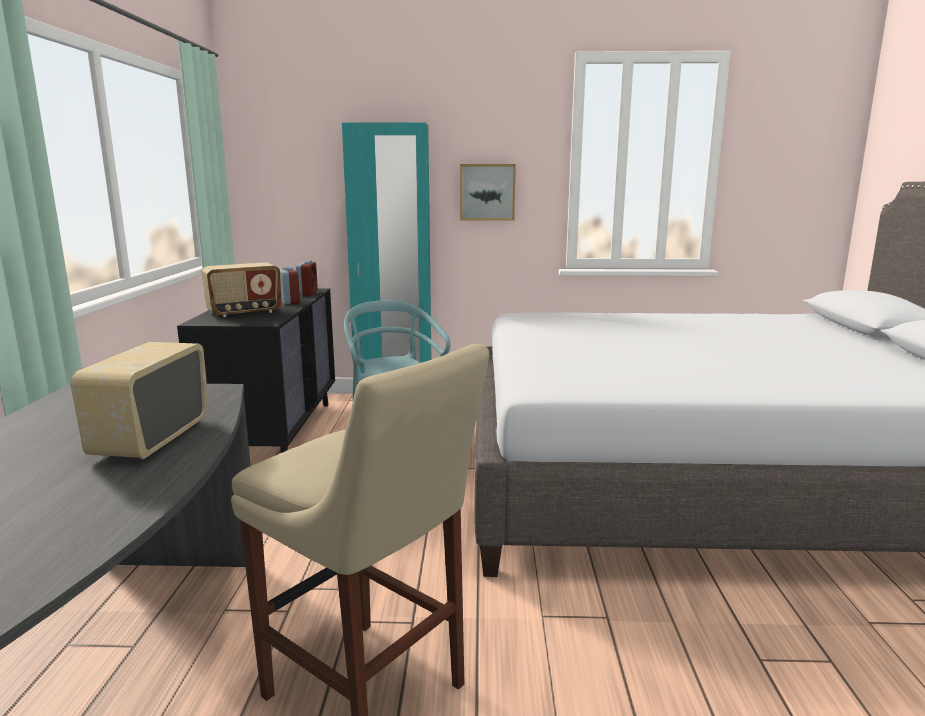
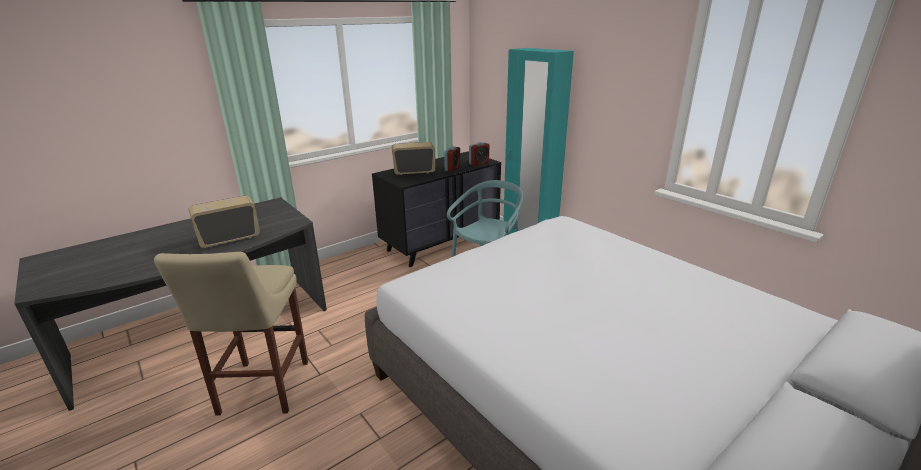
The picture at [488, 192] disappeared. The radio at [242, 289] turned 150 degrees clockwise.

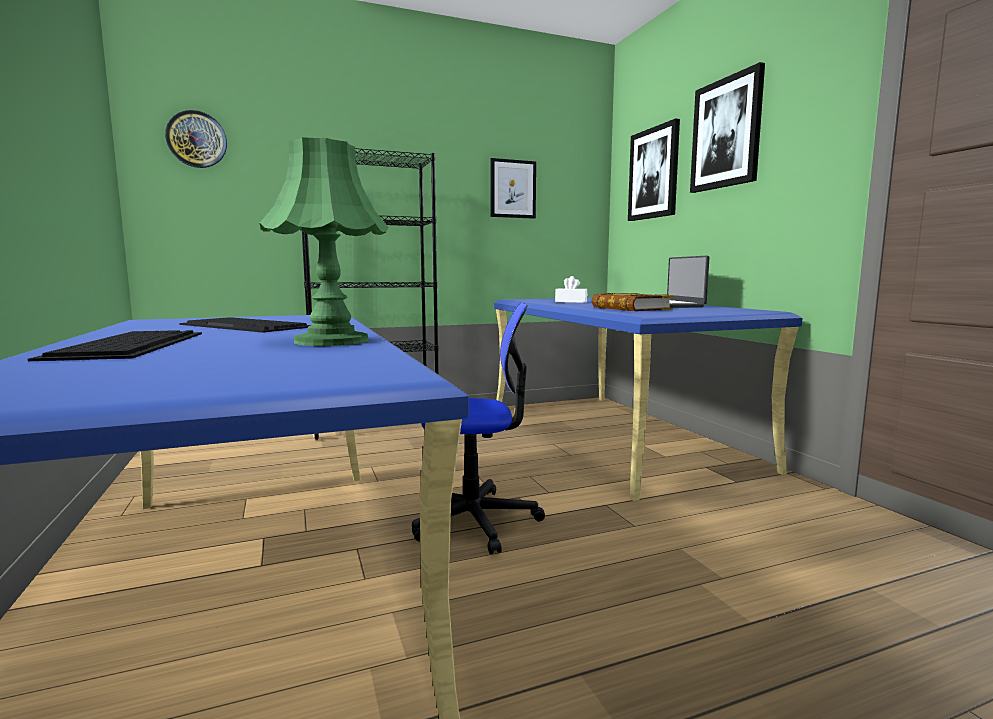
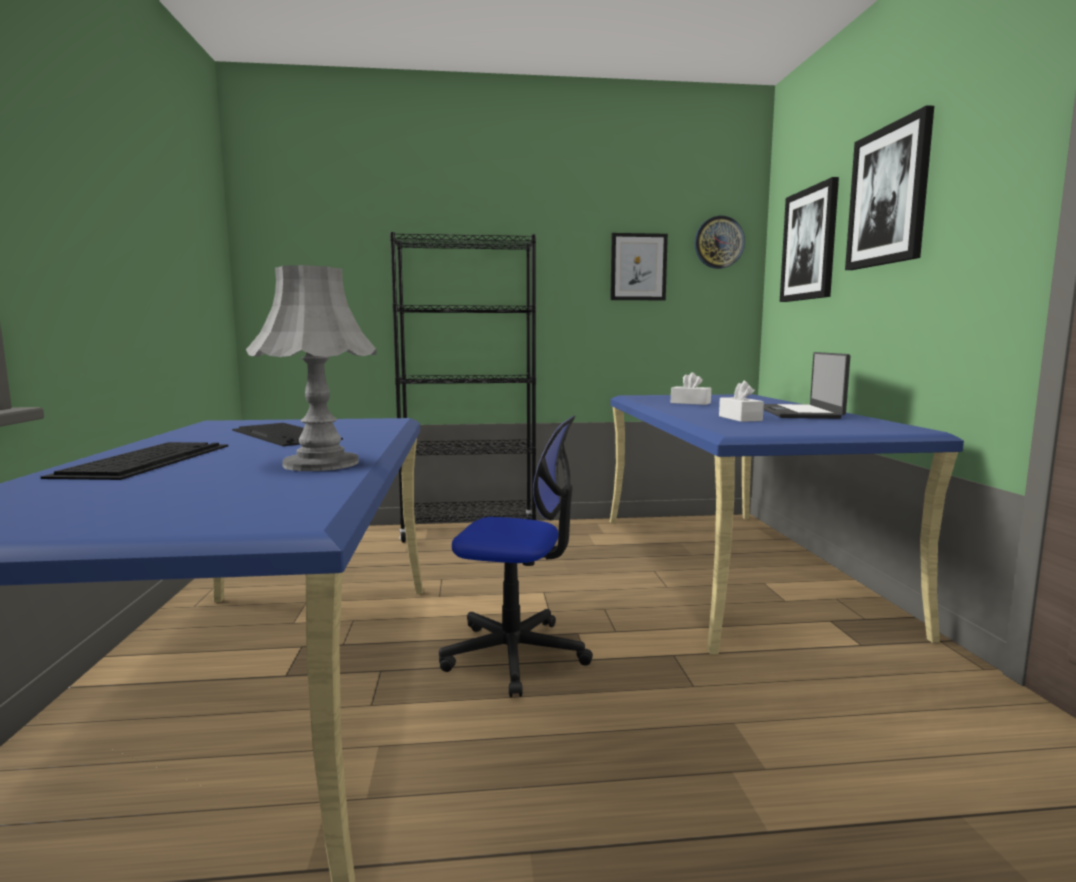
The wall clock moved from [196, 139] to [720, 242]. The book at [633, 302] was replaced by the tissue box (white) at [741, 401]. The table lamp (green) at [324, 241] became the table lamp (grey) at [311, 368].

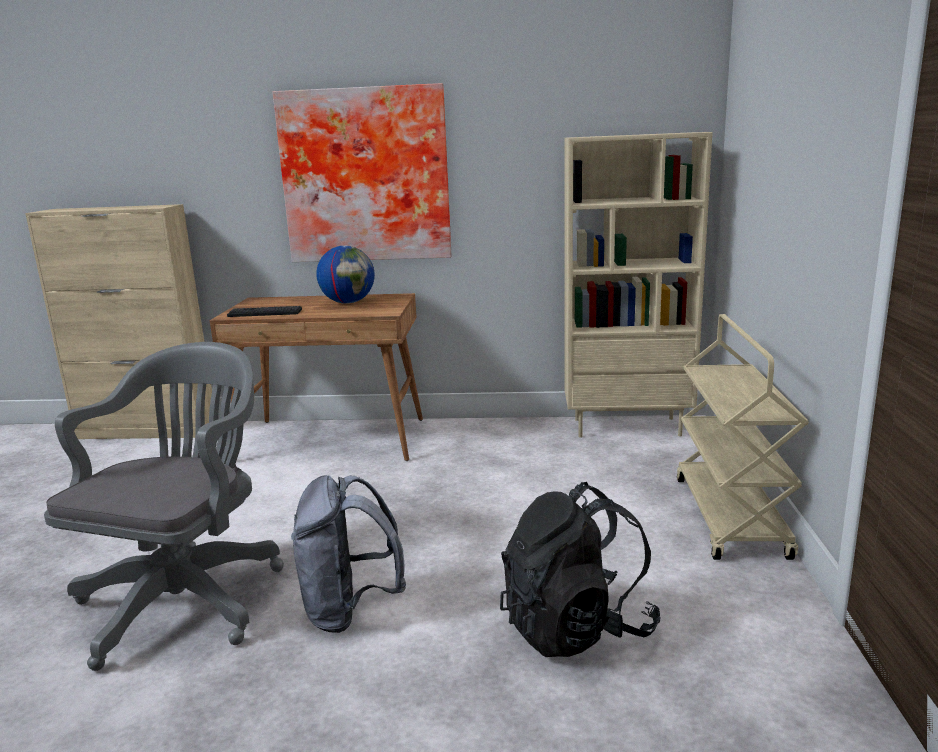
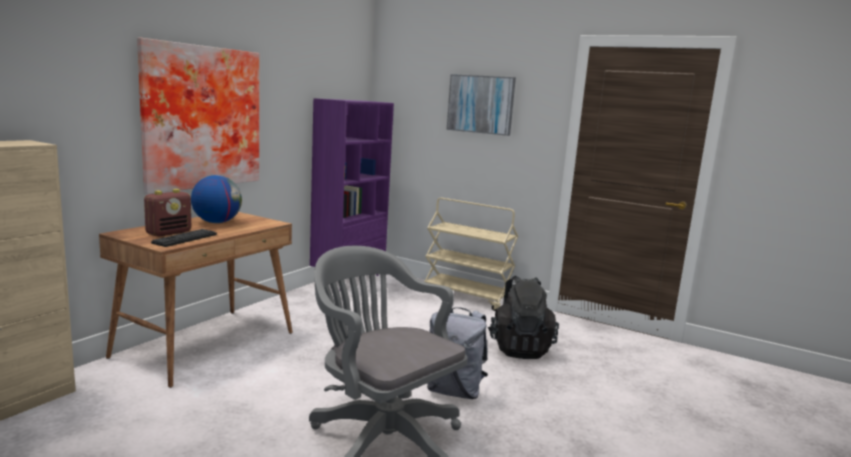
The radio at [167, 213] appeared. The picture at [481, 105] appeared. The bookcase (beige) at [638, 285] became the bookcase (purple) at [352, 194].

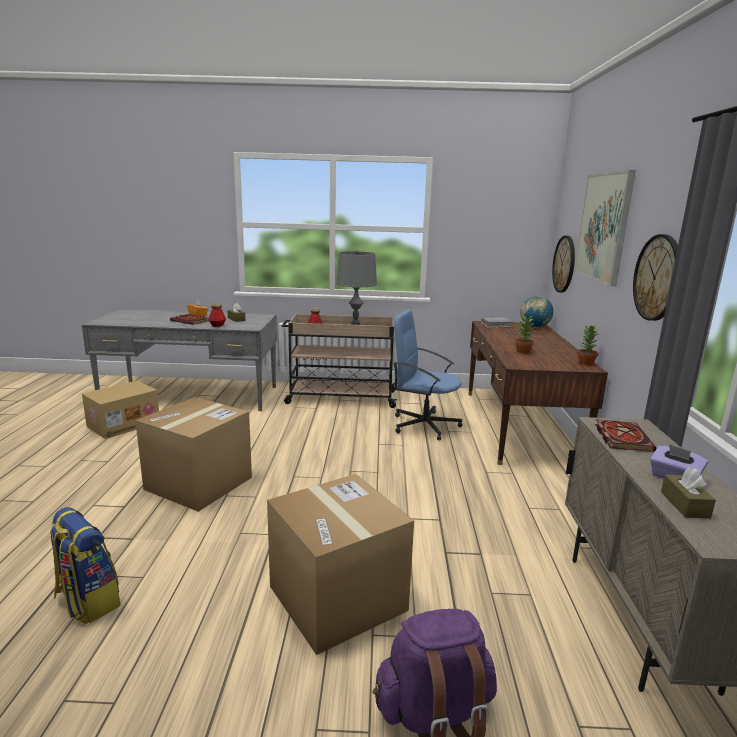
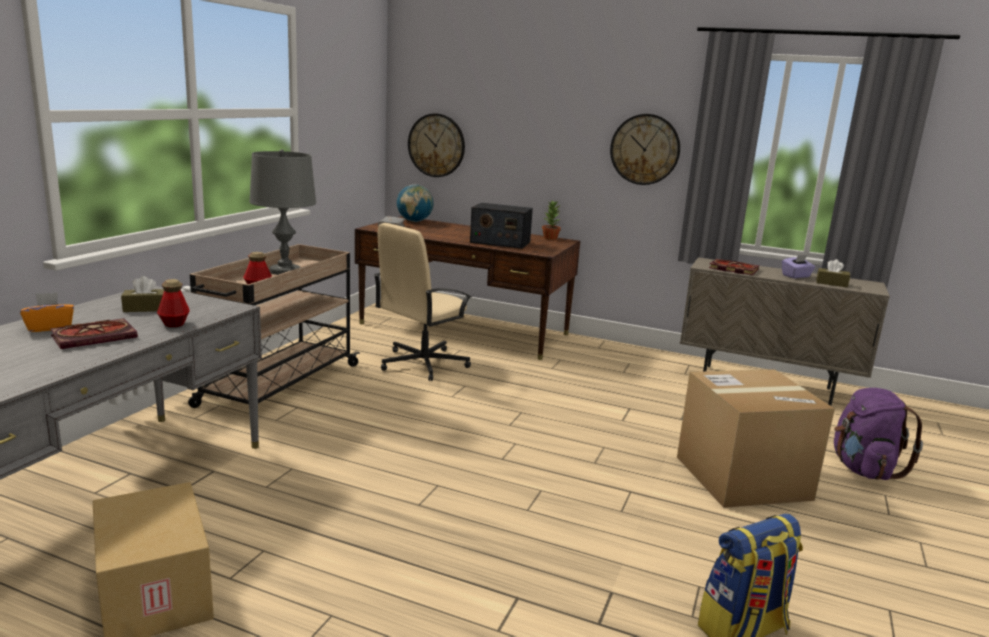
The cardboard box at [193, 454] disappeared. The picture at [605, 228] disappeared. The potted plant at [524, 334] was replaced by the radio at [501, 226]. The office chair (blue) at [427, 374] became the office chair (beige) at [423, 302].

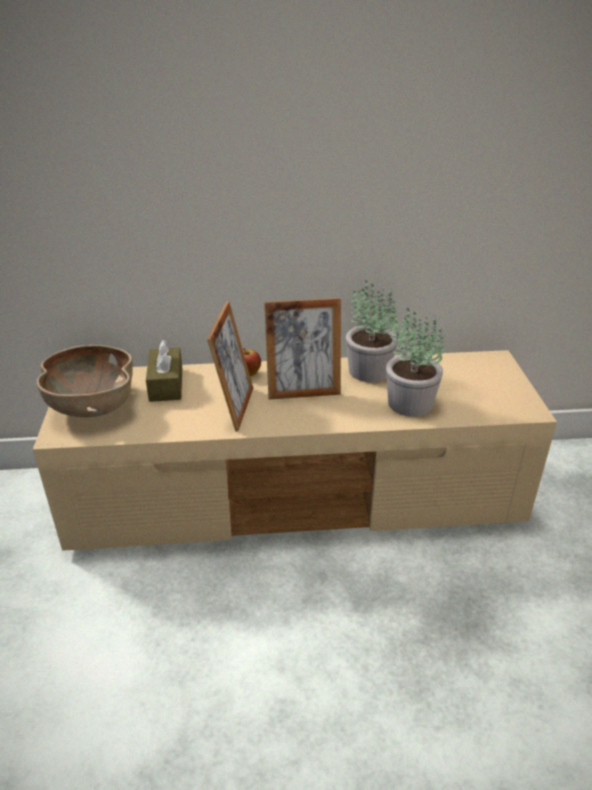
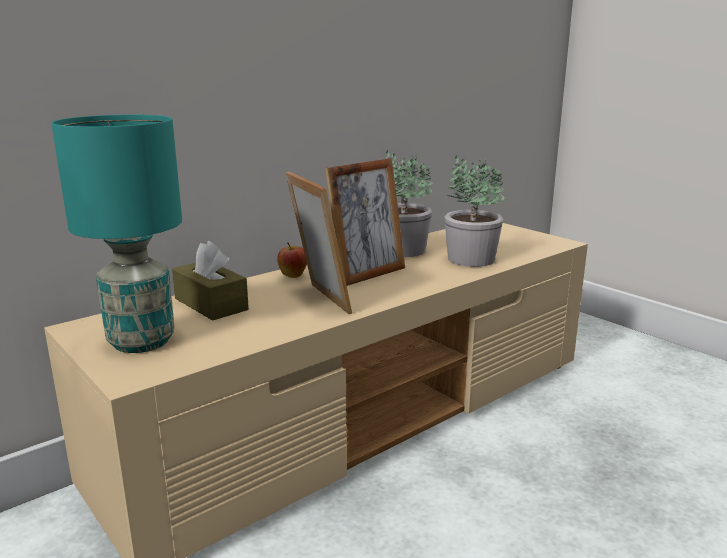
The bowl (brown) at [85, 381] was replaced by the table lamp (turquoise) at [116, 233].

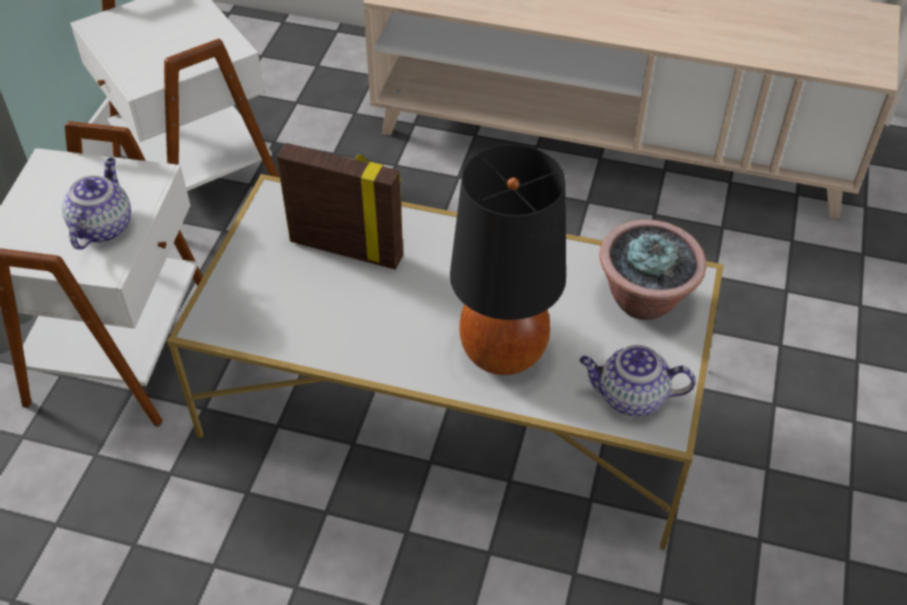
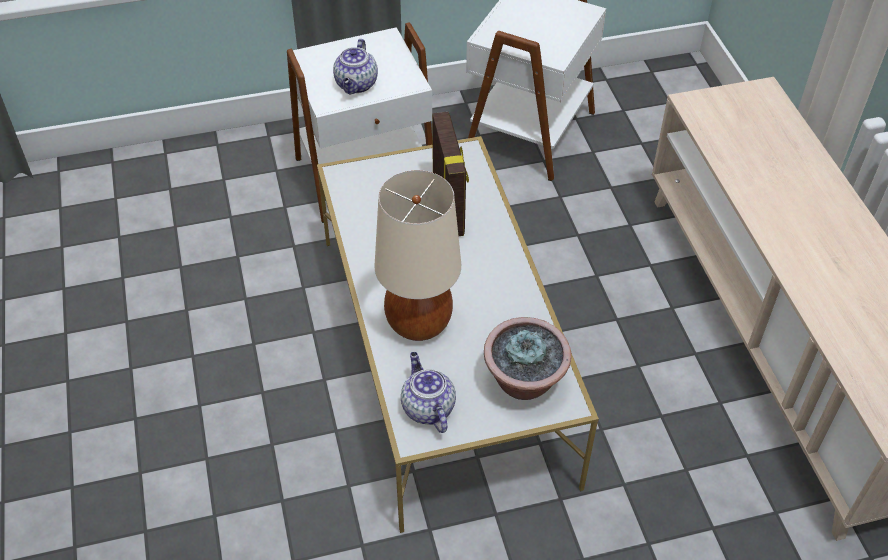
The table lamp (black) at [508, 260] became the table lamp (beige) at [417, 255]. The teapot at [96, 204] turned 120 degrees clockwise.

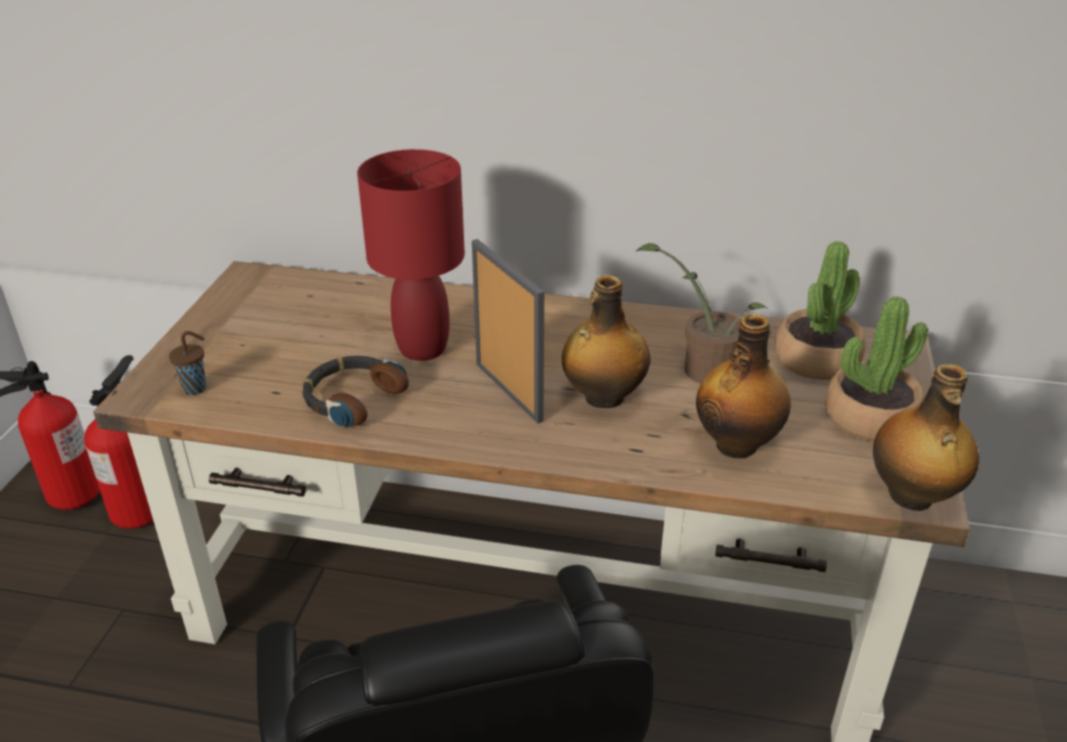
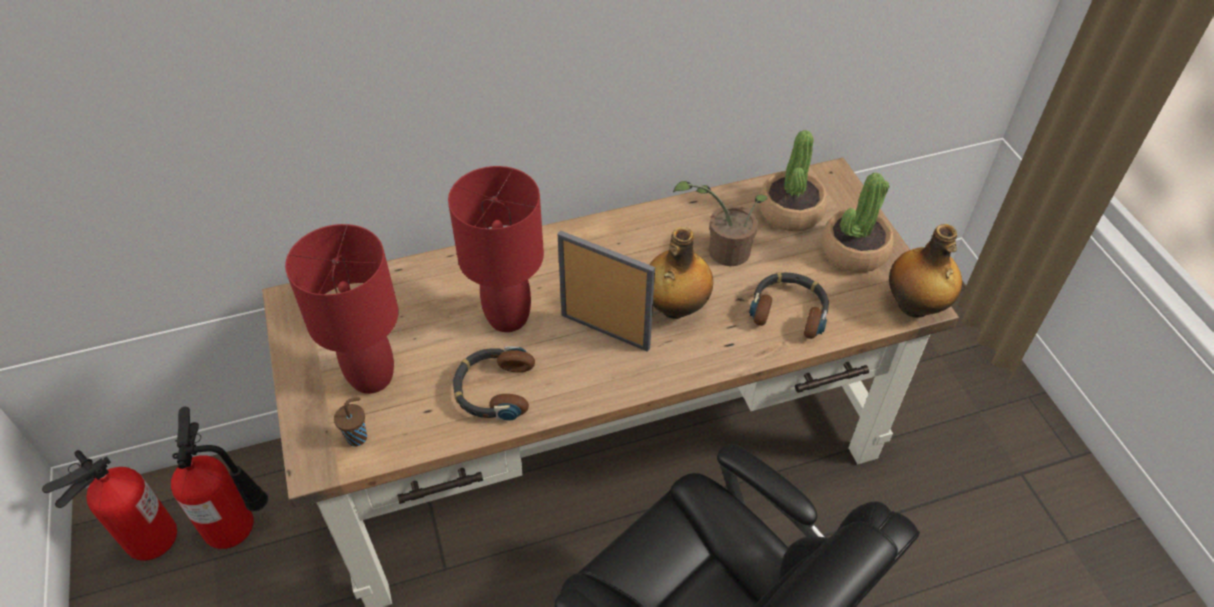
The table lamp (red) at [341, 309] appeared. The bottle at [743, 386] was replaced by the headphones at [789, 305].

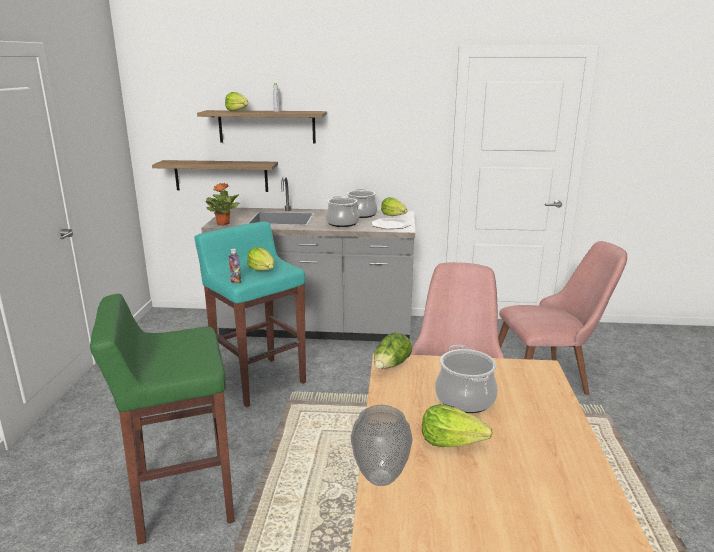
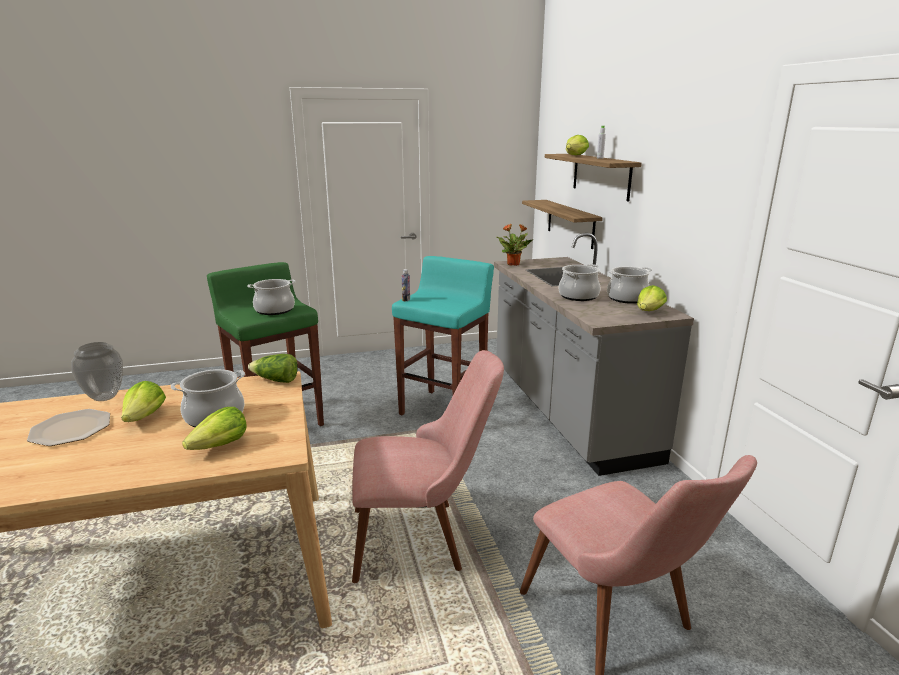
The cooking pot at [271, 297] appeared. The lettuce moved from [260, 259] to [214, 428]. The plate moved from [391, 223] to [68, 427].

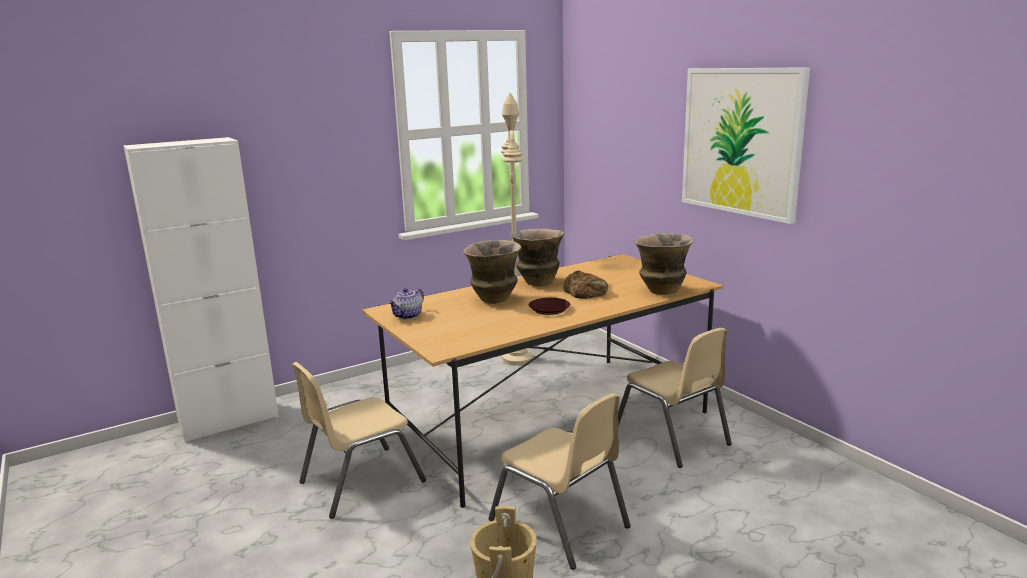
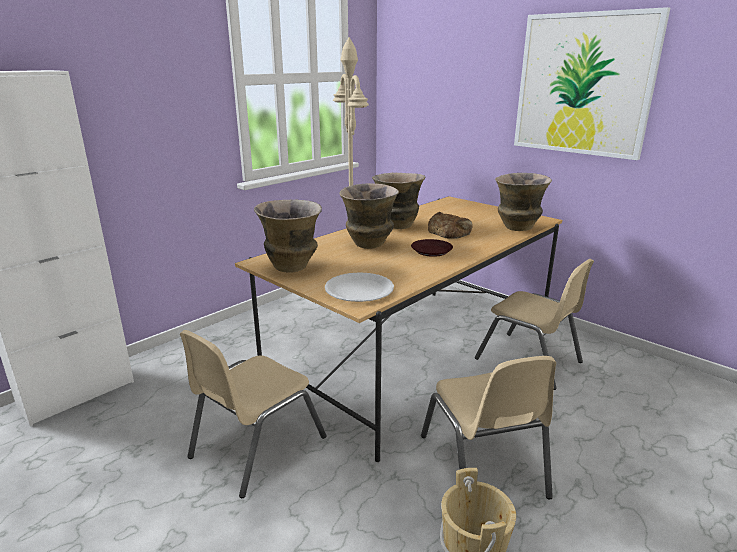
The plate (white) at [359, 287] appeared. The teapot at [406, 303] was replaced by the vase at [288, 236]. The chair (beige) at [559, 481] turned 45 degrees clockwise.

